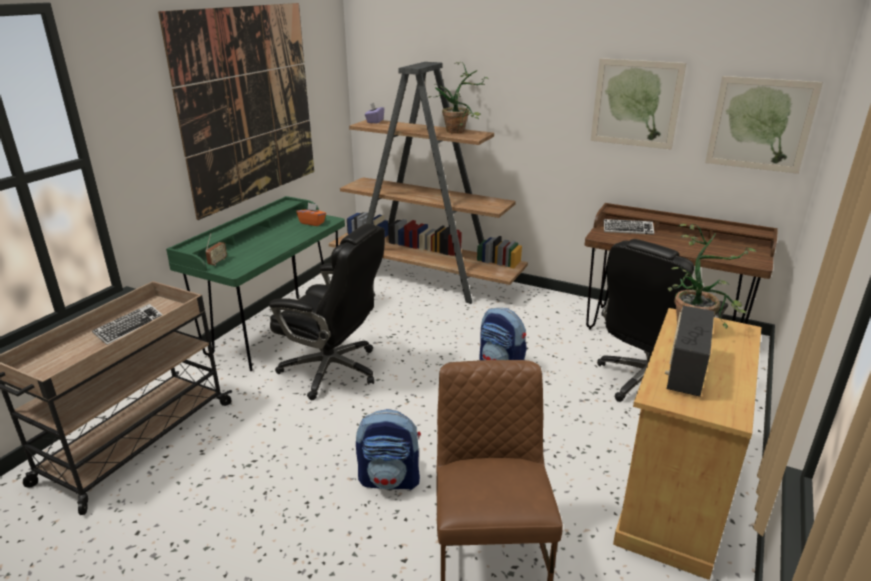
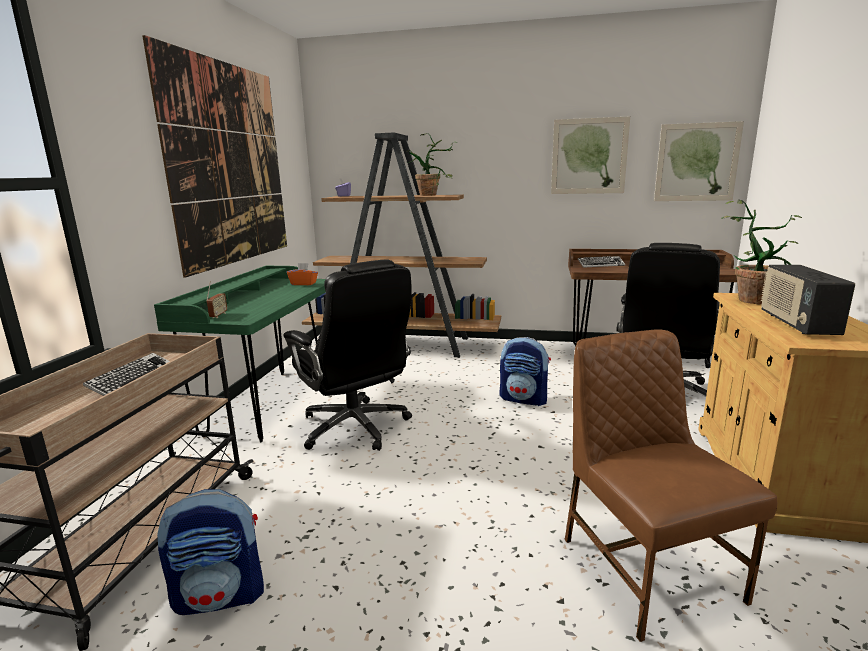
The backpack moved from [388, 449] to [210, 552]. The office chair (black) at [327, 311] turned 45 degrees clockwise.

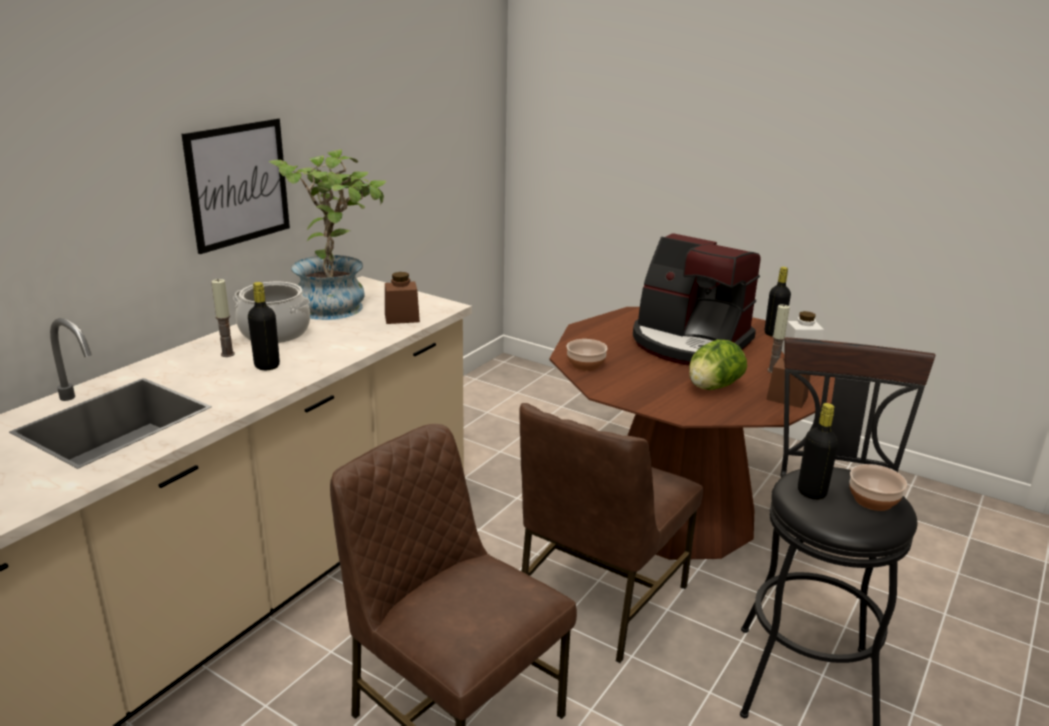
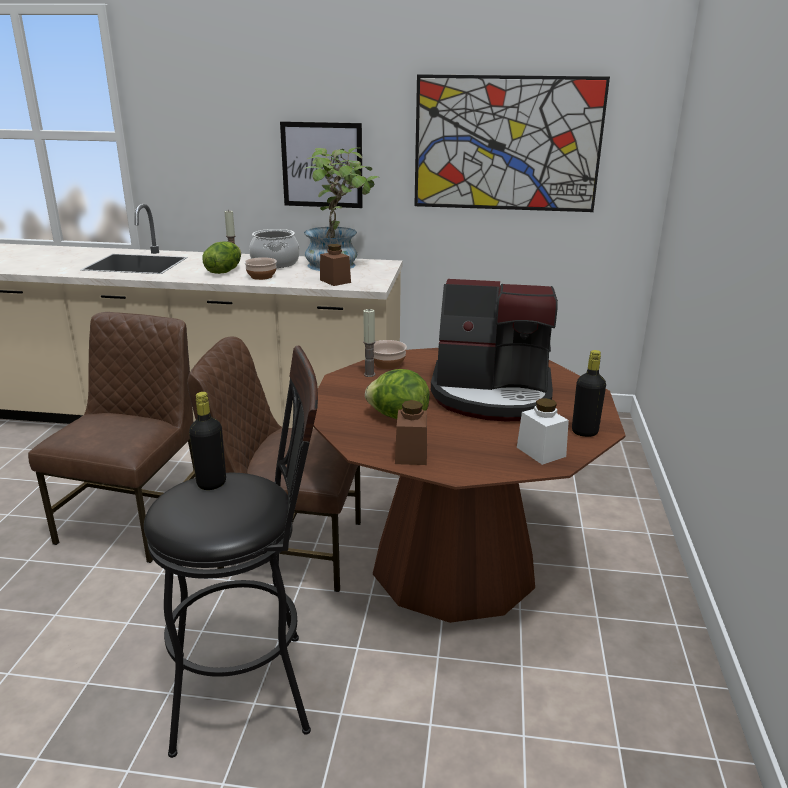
The picture at [512, 143] appeared. The candle moved from [778, 338] to [369, 343]. The bowl moved from [878, 487] to [260, 268]. The bottle (black) at [264, 326] was replaced by the lettuce at [221, 258]. The coffee machine at [696, 299] turned 90 degrees counterclockwise.

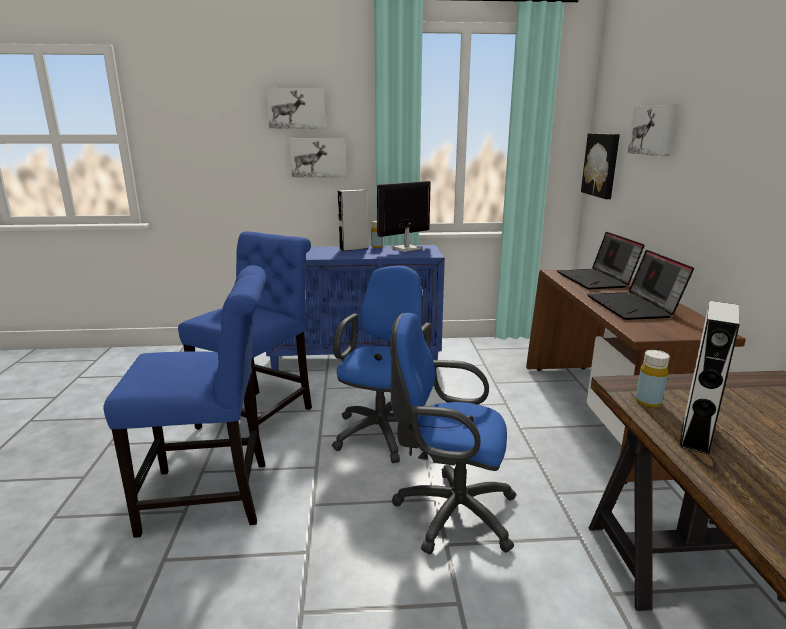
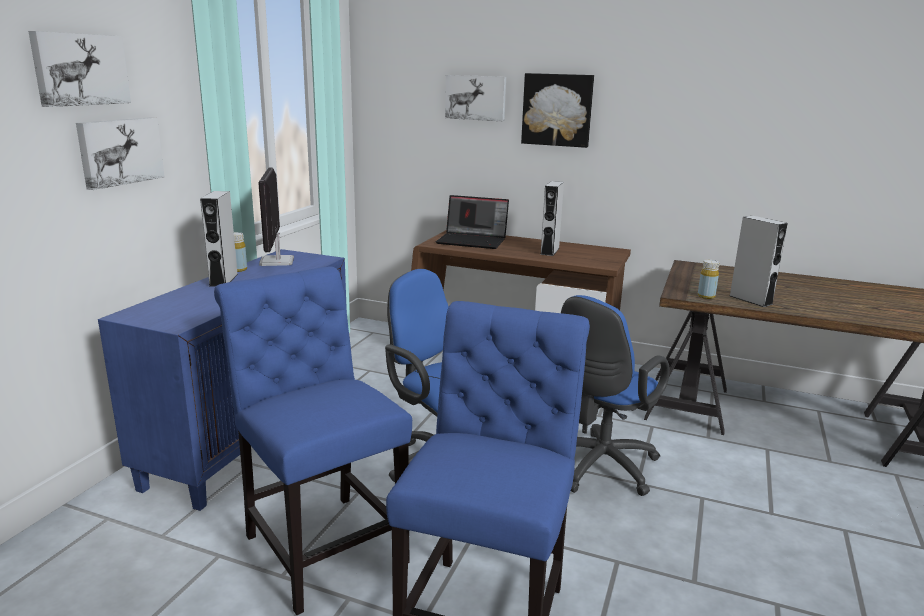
The picture moved from [600, 166] to [557, 110]. The laptop at [640, 285] was replaced by the speaker (grey) at [552, 218].

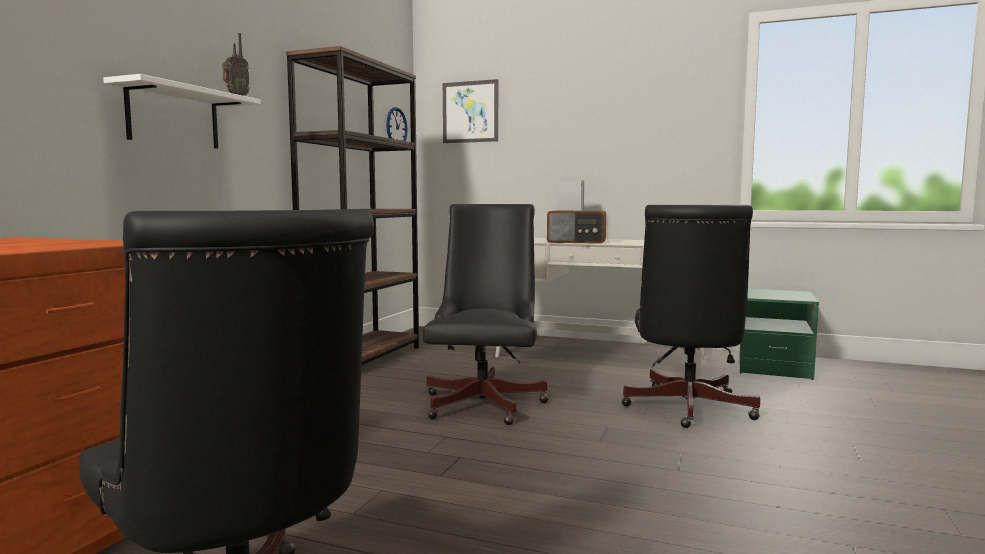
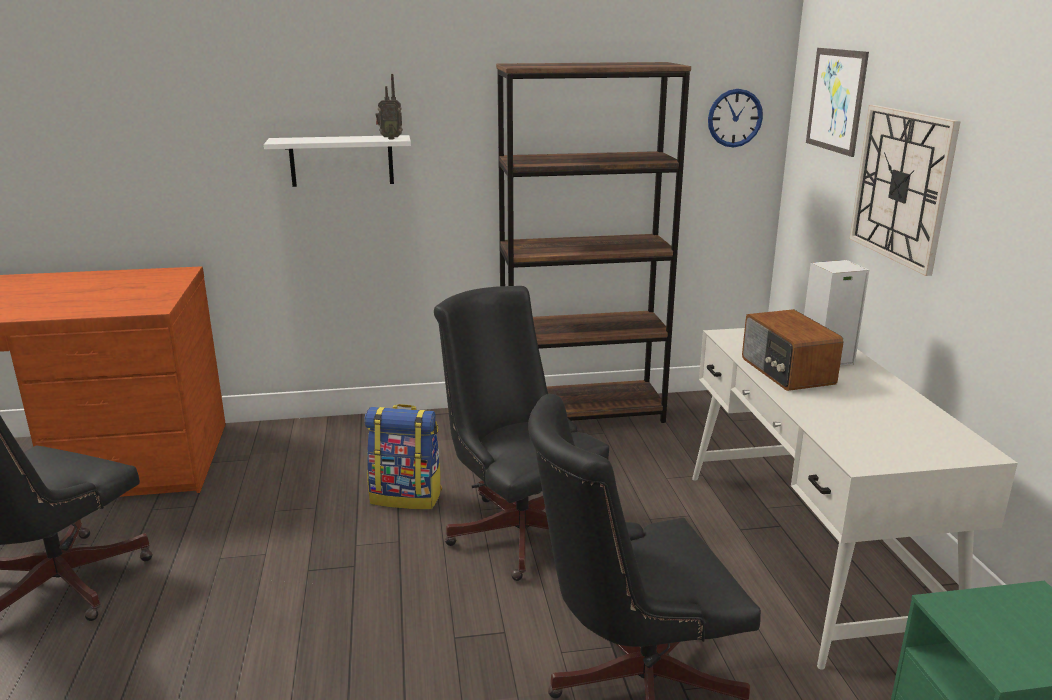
The backpack at [403, 457] appeared. The wall clock at [905, 190] appeared. The office chair (black) at [485, 314] turned 105 degrees counterclockwise.

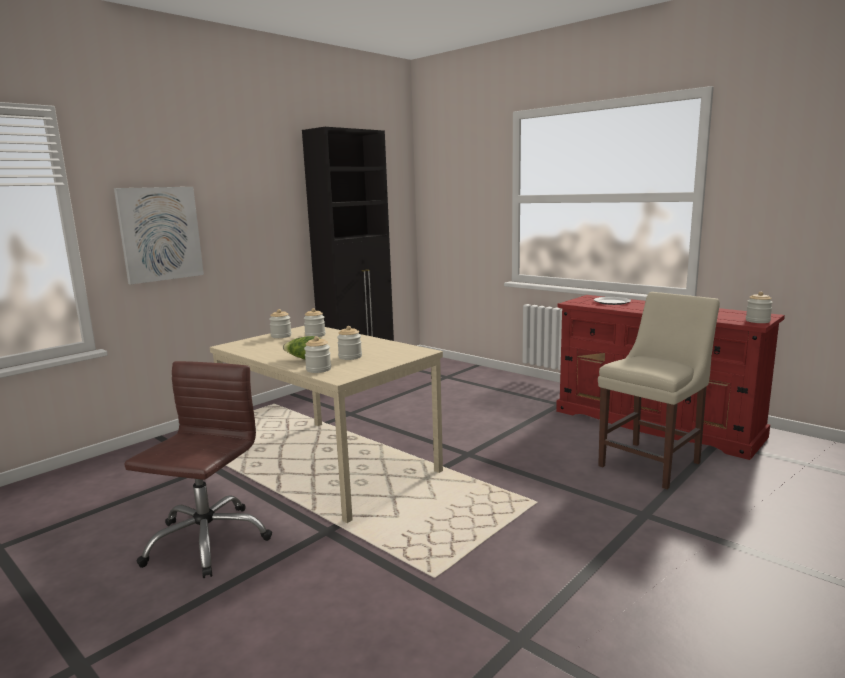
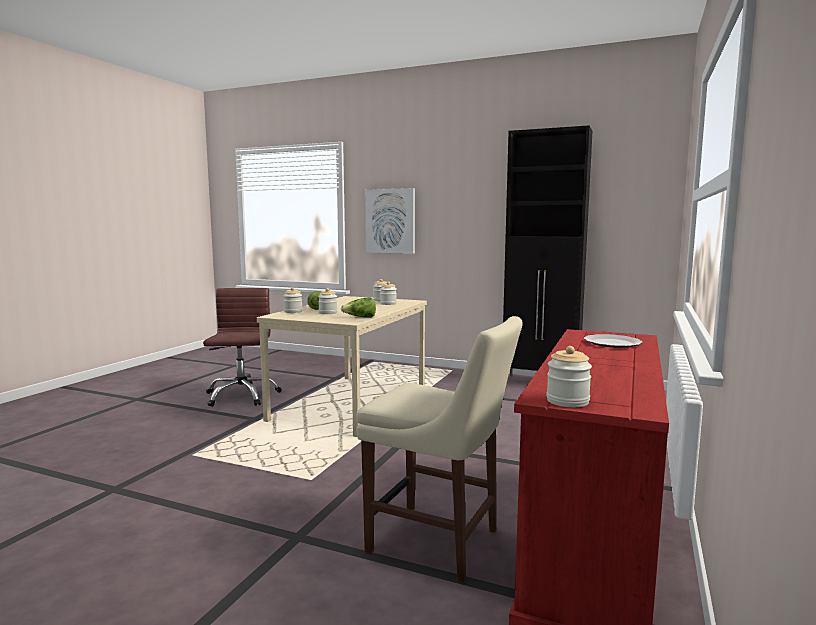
The lettuce at [358, 308] appeared. The office chair (brown) at [198, 469] turned 90 degrees counterclockwise.

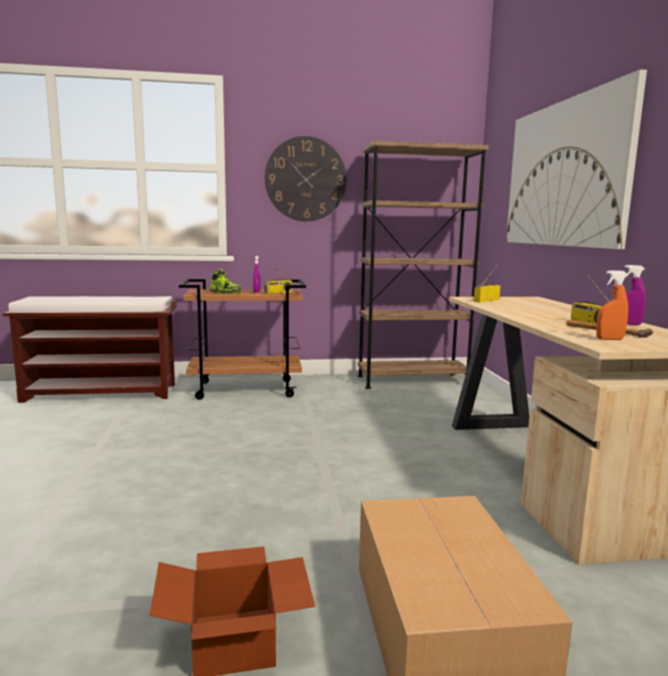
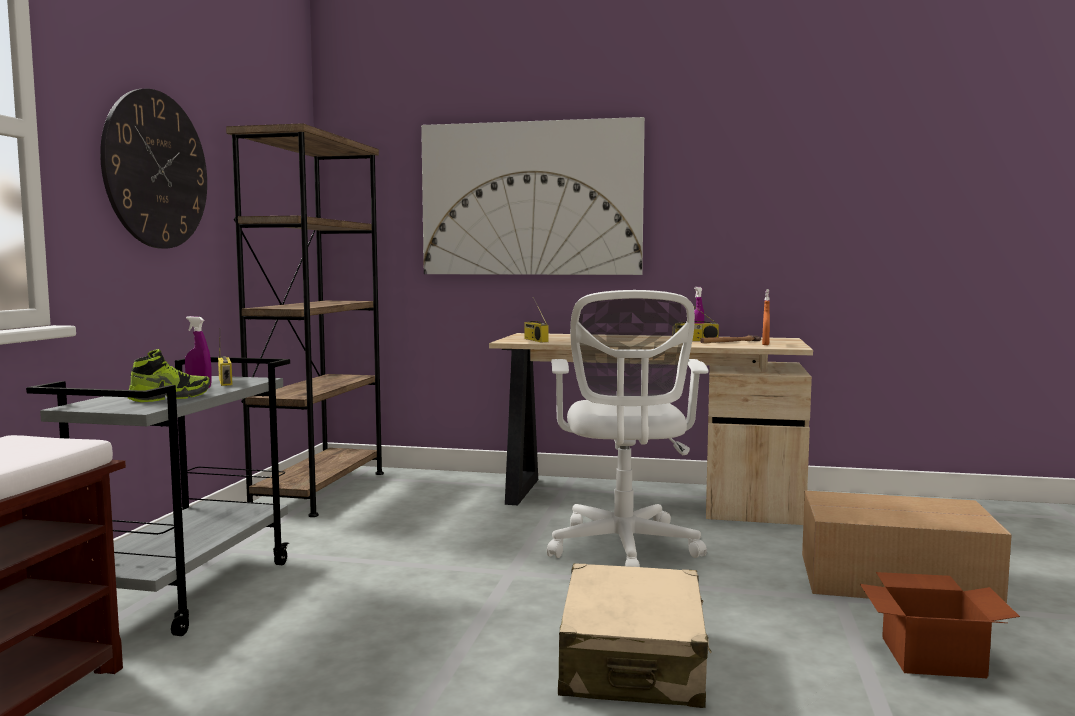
The office chair (white) at [627, 428] appeared. The suitcase (beige) at [634, 636] appeared. The cart (brown) at [242, 339] became the cart (grey) at [158, 496].

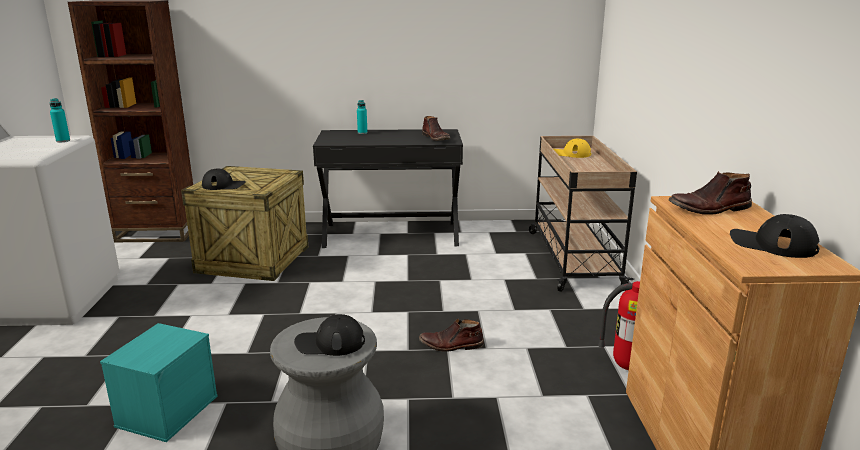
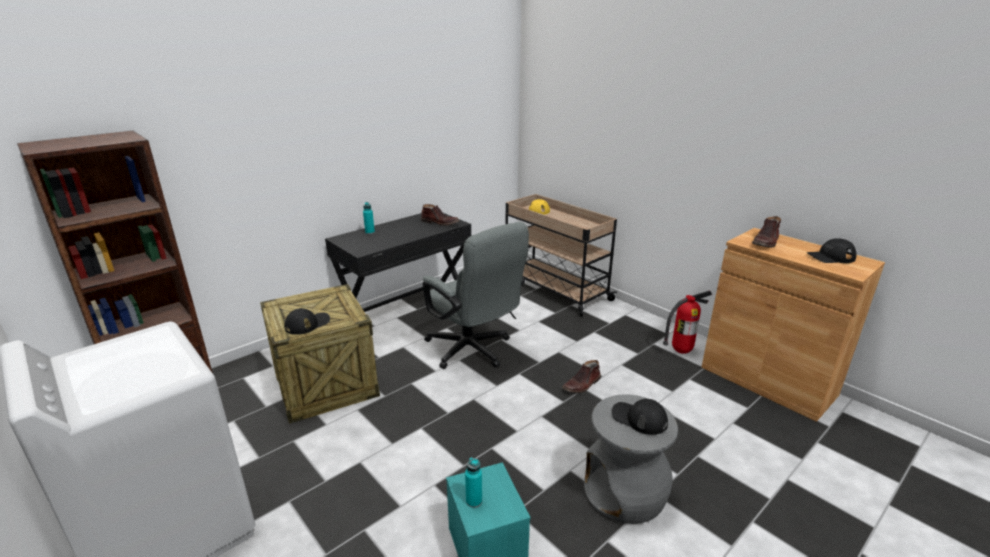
The office chair (grey) at [476, 295] appeared. The bottle (turquoise) moved from [60, 120] to [473, 482]. The cap (black) at [329, 335] turned 75 degrees clockwise.

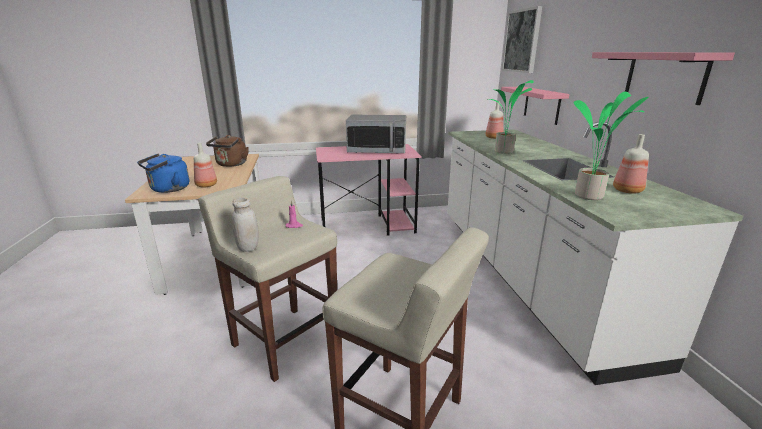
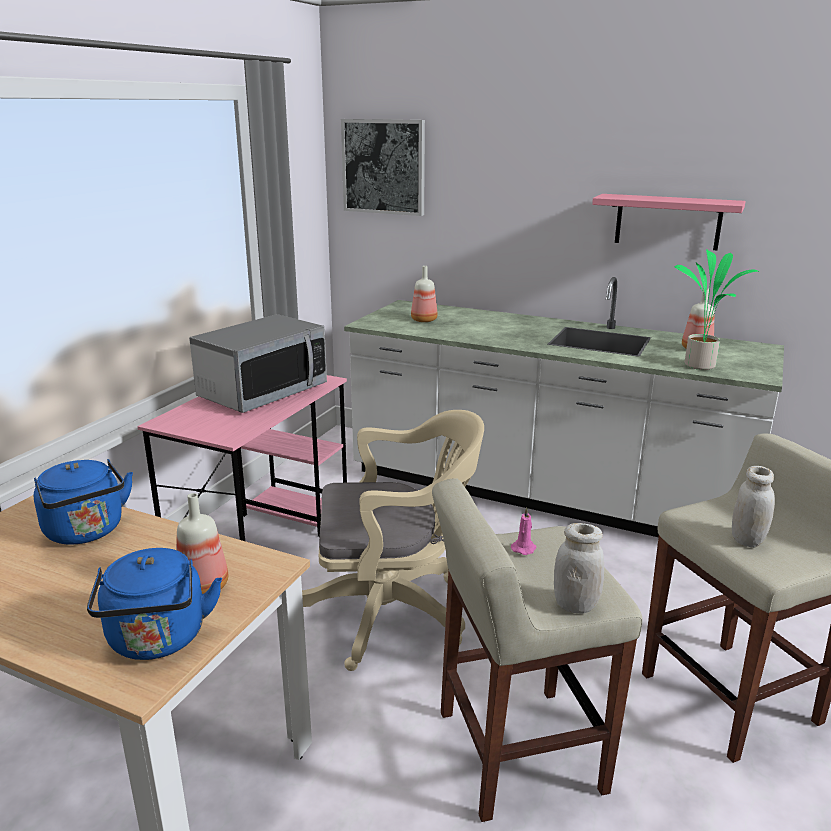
The potted plant at [510, 117] disappeared. The shelf (pink) at [535, 106] disappeared. The office chair (beige) at [393, 540] appeared. The jar (white) at [753, 507] appeared. The kettle (brown) at [227, 151] became the kettle (blue) at [83, 502].

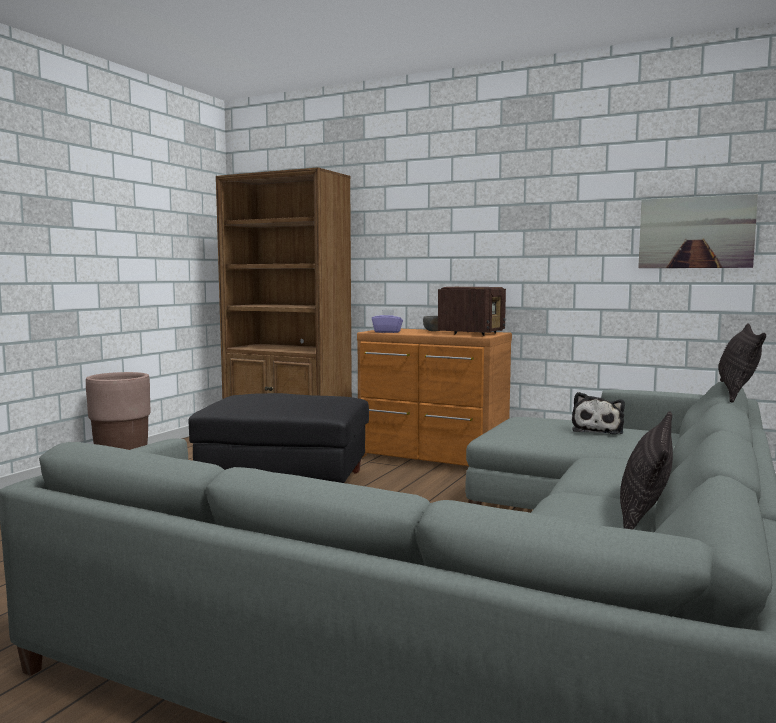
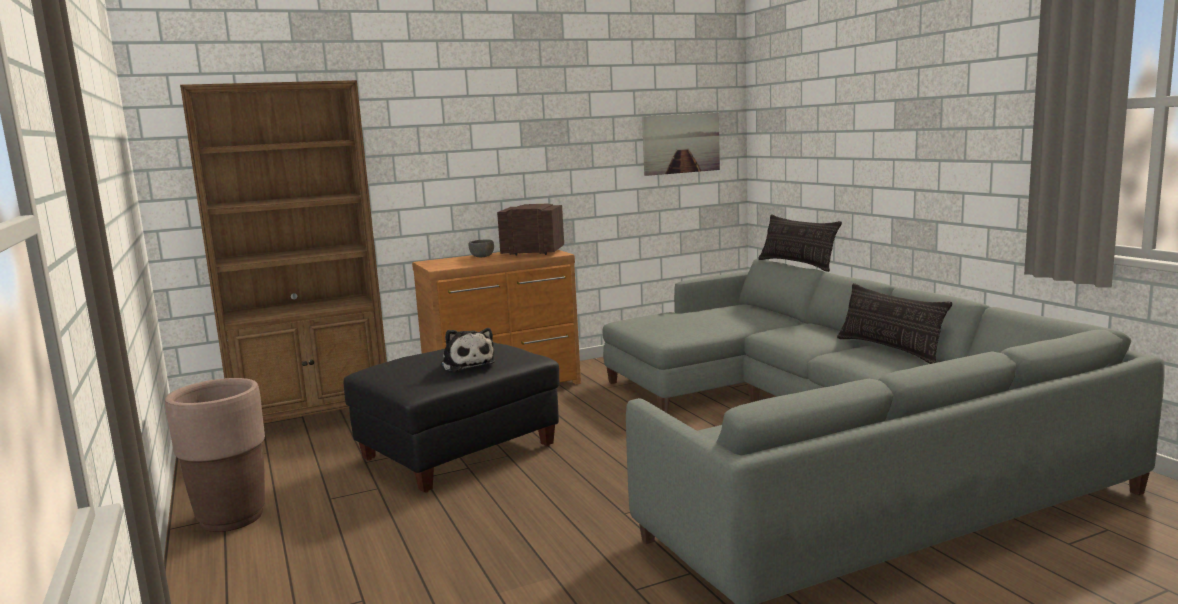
The tissue box (purple) at [387, 321] disappeared. The plush toy moved from [598, 413] to [468, 349]. The radio at [472, 311] turned 60 degrees counterclockwise.

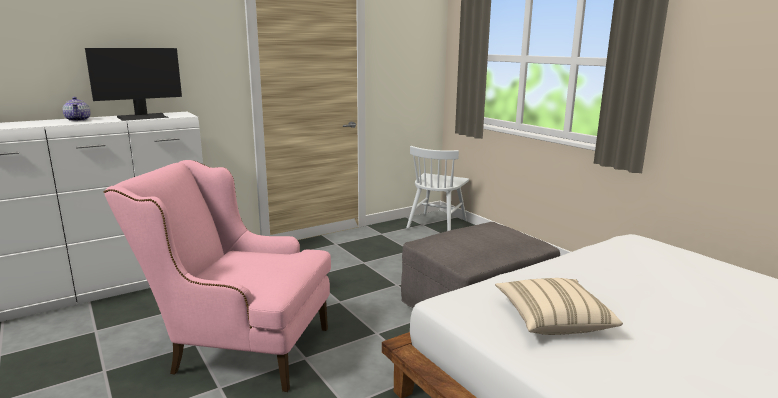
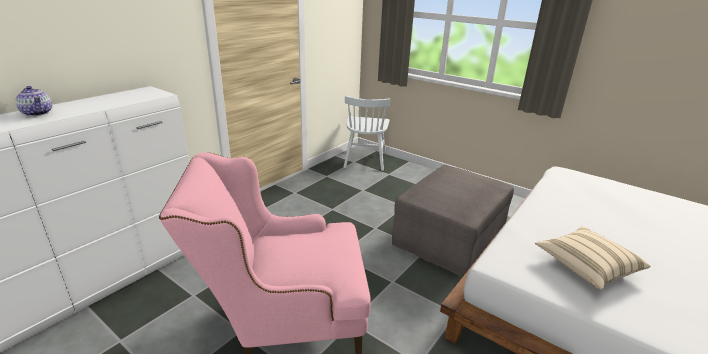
The monitor at [133, 84] disappeared.

